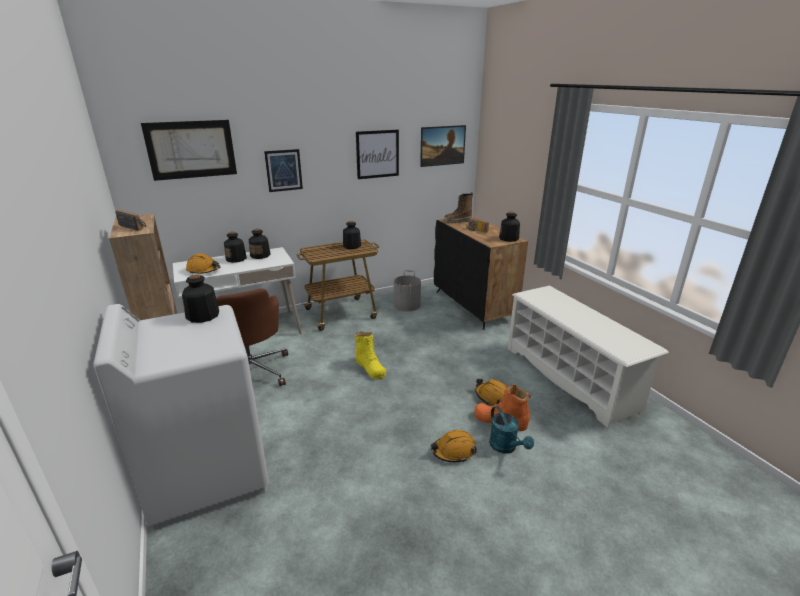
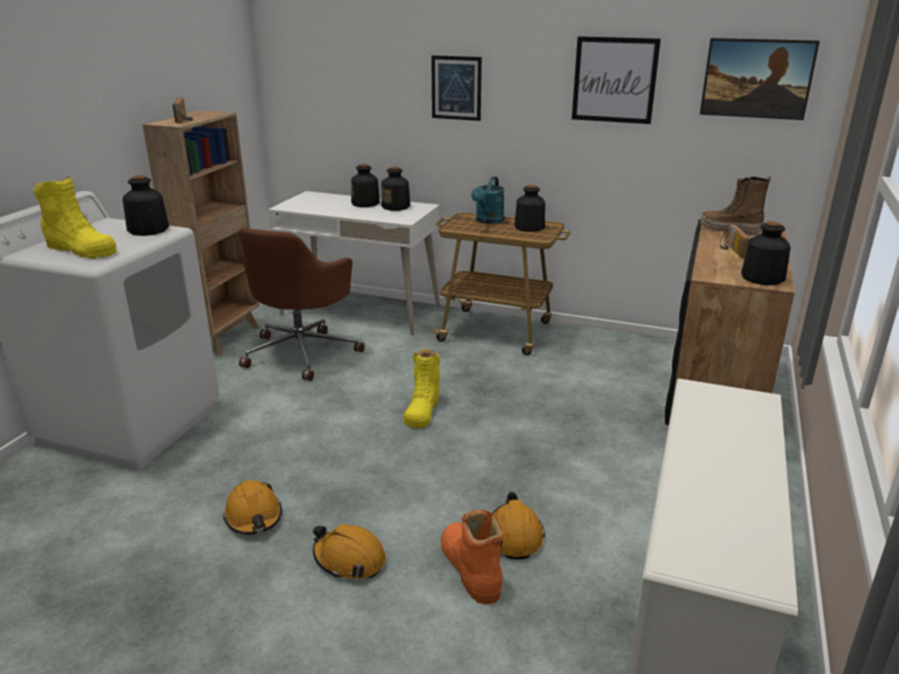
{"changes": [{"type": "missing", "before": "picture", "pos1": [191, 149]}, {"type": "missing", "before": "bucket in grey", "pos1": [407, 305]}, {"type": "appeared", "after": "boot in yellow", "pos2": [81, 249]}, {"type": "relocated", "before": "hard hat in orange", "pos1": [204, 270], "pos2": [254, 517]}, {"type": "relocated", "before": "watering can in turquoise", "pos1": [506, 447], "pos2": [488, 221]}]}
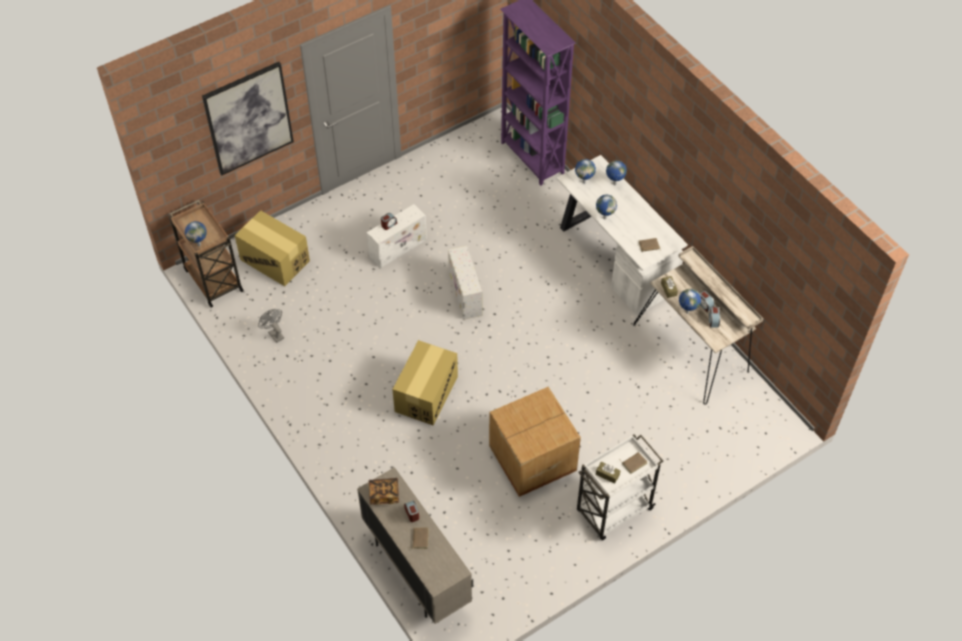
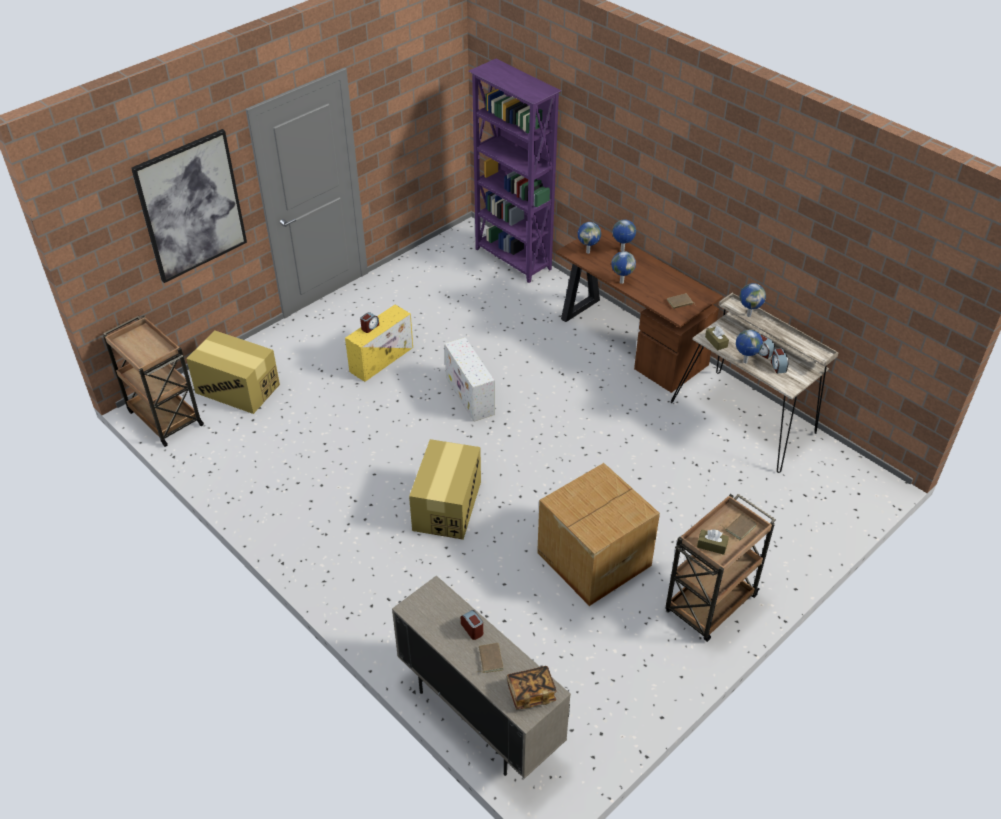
{"changes": [{"type": "missing", "before": "fan in grey", "pos1": [274, 334]}, {"type": "relocated", "before": "globe", "pos1": [199, 244], "pos2": [748, 315]}, {"type": "relocated", "before": "book", "pos1": [384, 494], "pos2": [531, 693]}, {"type": "colour", "before": "storage box in white", "after": "storage box in yellow", "pos1": [398, 247], "pos2": [382, 359]}, {"type": "colour", "before": "desk in white", "after": "desk in brown", "pos1": [615, 258], "pos2": [630, 340]}, {"type": "colour", "before": "cart in white", "after": "cart in brown", "pos1": [613, 510], "pos2": [709, 605]}]}
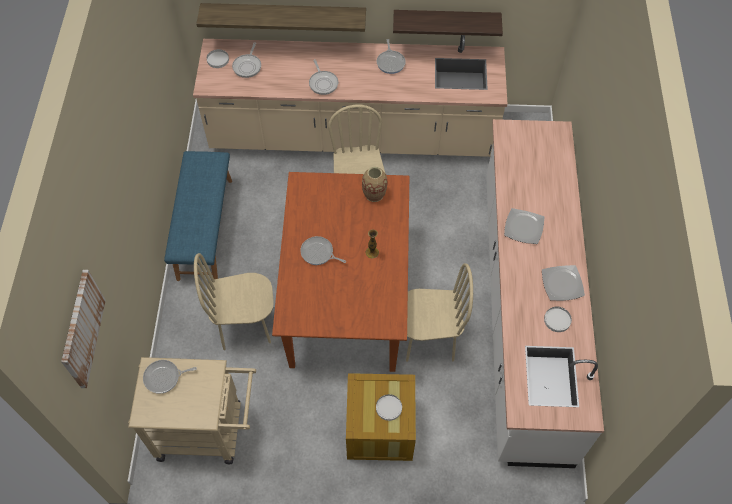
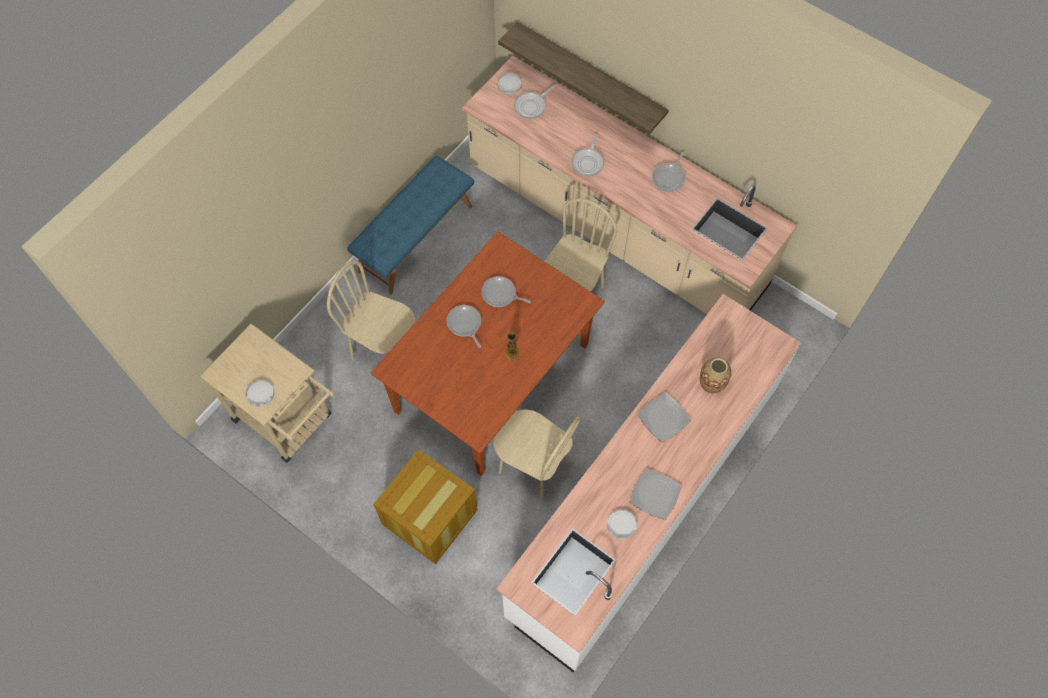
{"changes": [{"type": "missing", "before": "picture", "pos1": [81, 329]}, {"type": "missing", "before": "shelf", "pos1": [446, 21]}, {"type": "relocated", "before": "frying pan", "pos1": [164, 377], "pos2": [500, 294]}, {"type": "relocated", "before": "vase", "pos1": [374, 194], "pos2": [711, 383]}, {"type": "relocated", "before": "plate in white", "pos1": [388, 407], "pos2": [260, 393]}]}
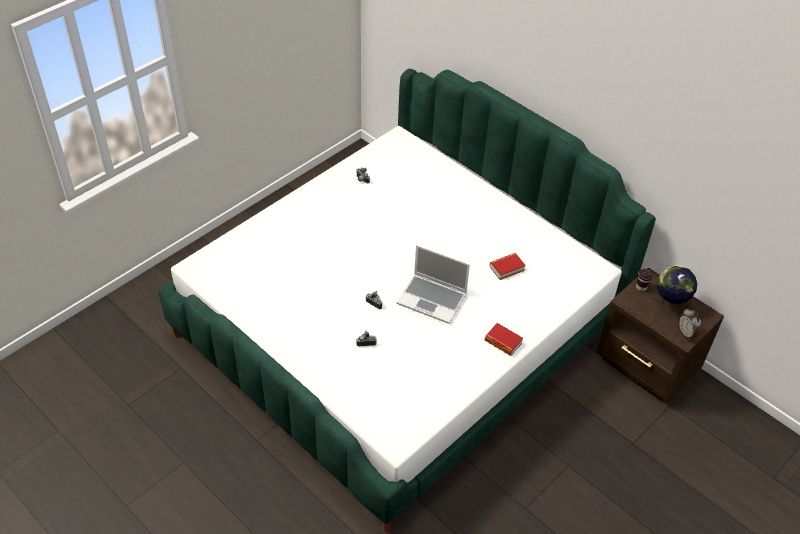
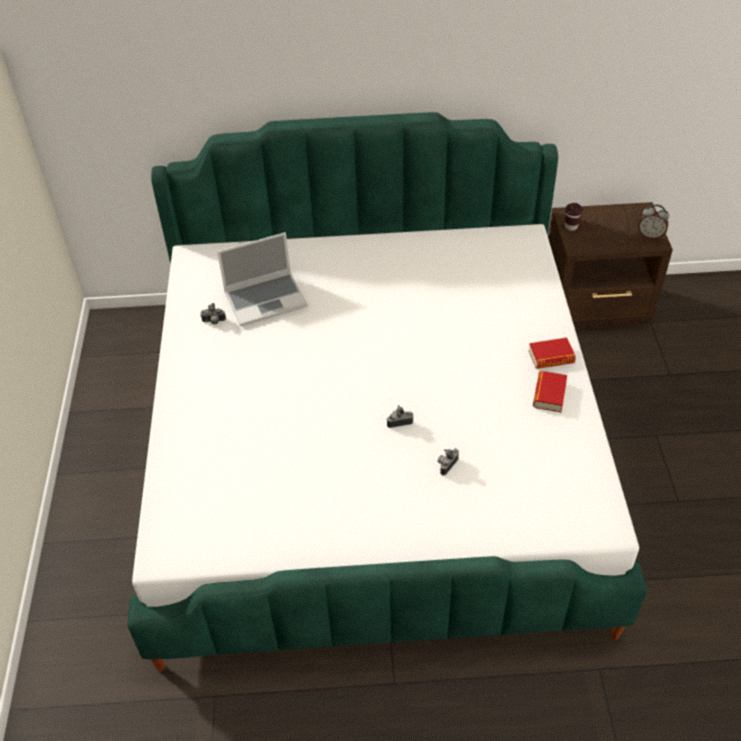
{"changes": [{"type": "missing", "before": "globe", "pos1": [669, 304]}, {"type": "relocated", "before": "laptop", "pos1": [433, 299], "pos2": [266, 299]}, {"type": "relocated", "before": "book", "pos1": [506, 268], "pos2": [549, 394]}]}
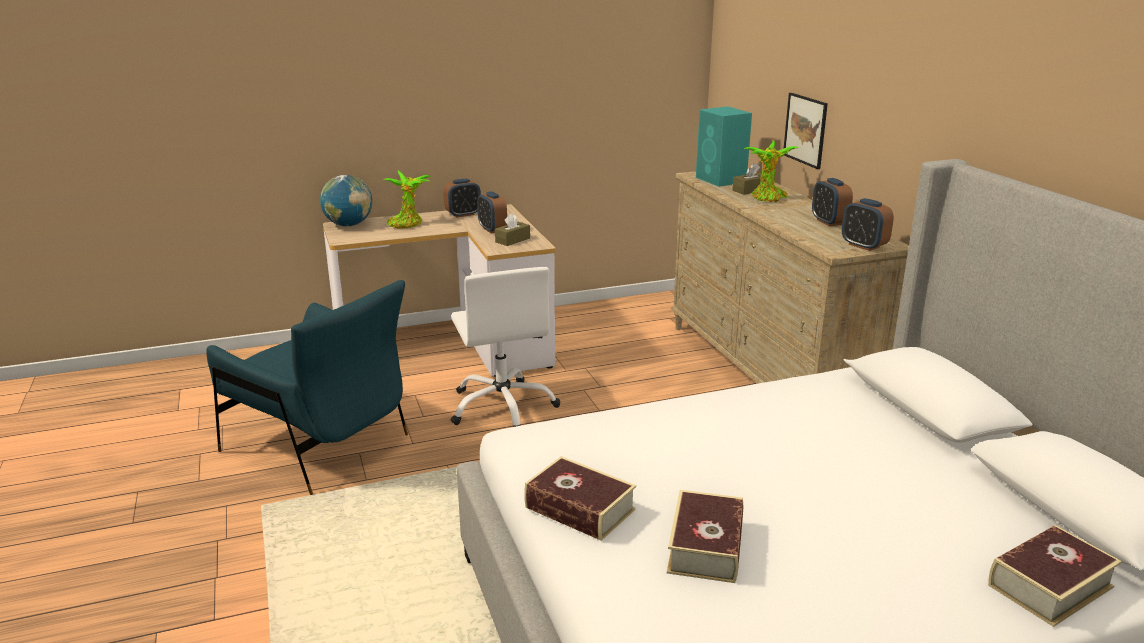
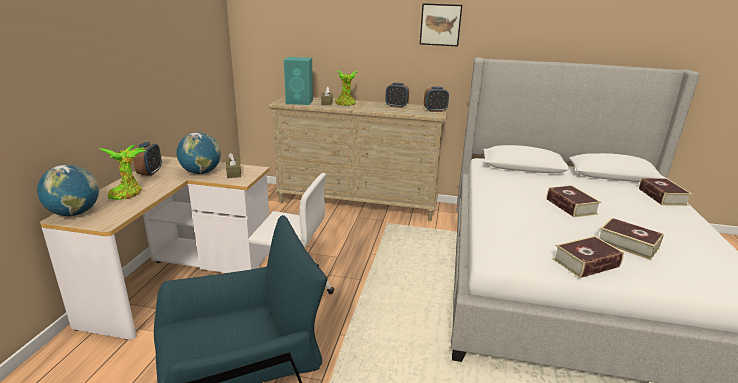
{"changes": [{"type": "appeared", "after": "book", "pos2": [571, 206]}, {"type": "relocated", "before": "picture", "pos1": [805, 130], "pos2": [440, 25]}, {"type": "exchanged", "before": "alarm clock", "after": "globe", "pos1": [492, 229], "pos2": [201, 172]}]}
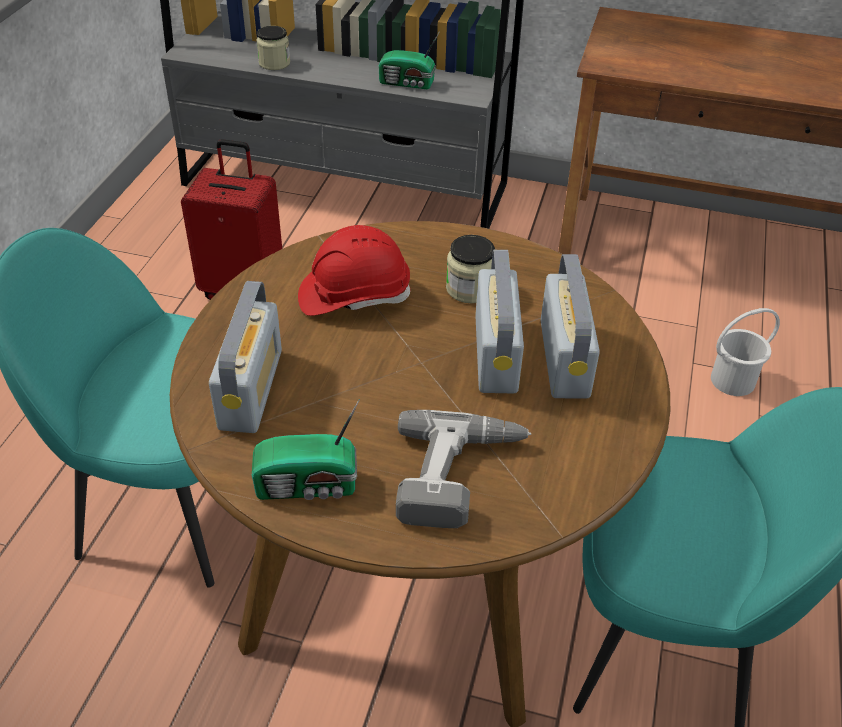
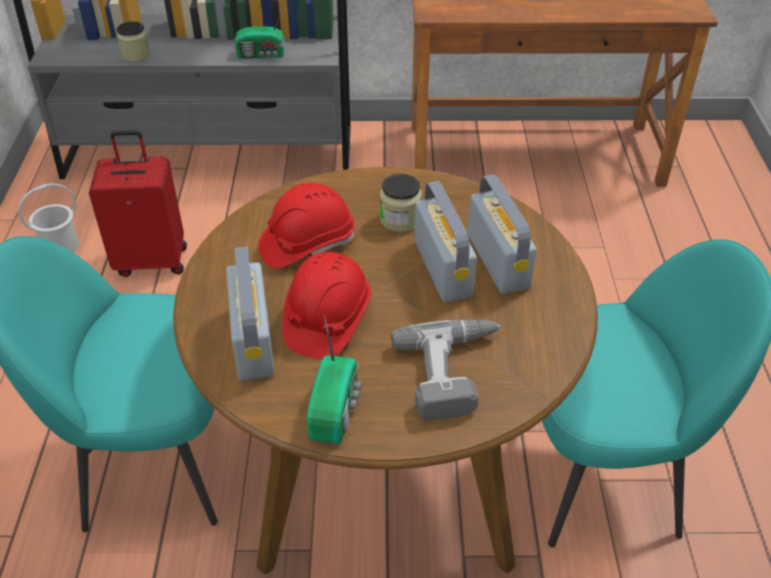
{"changes": [{"type": "appeared", "after": "hard hat in red", "pos2": [326, 320]}, {"type": "relocated", "before": "bucket in white", "pos1": [732, 380], "pos2": [60, 247]}, {"type": "spun", "before": "radio", "pos1": [309, 486], "pos2": [336, 408], "turn": -60}]}
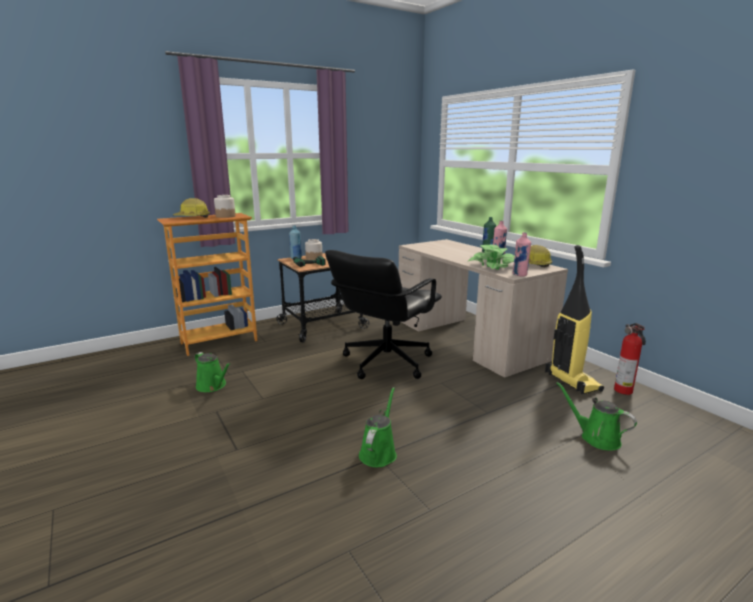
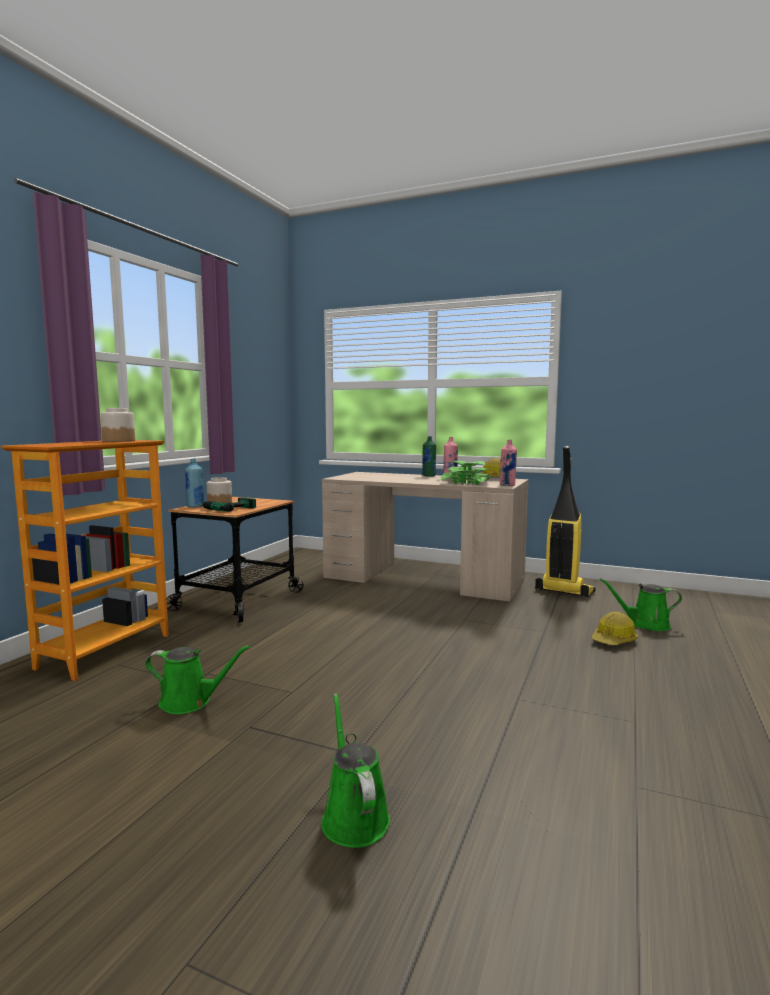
{"changes": [{"type": "missing", "before": "office chair in black", "pos1": [385, 362]}, {"type": "missing", "before": "fire extinguisher", "pos1": [624, 391]}, {"type": "relocated", "before": "hard hat", "pos1": [192, 217], "pos2": [614, 640]}, {"type": "relocated", "before": "watering can in green", "pos1": [379, 452], "pos2": [353, 816]}]}
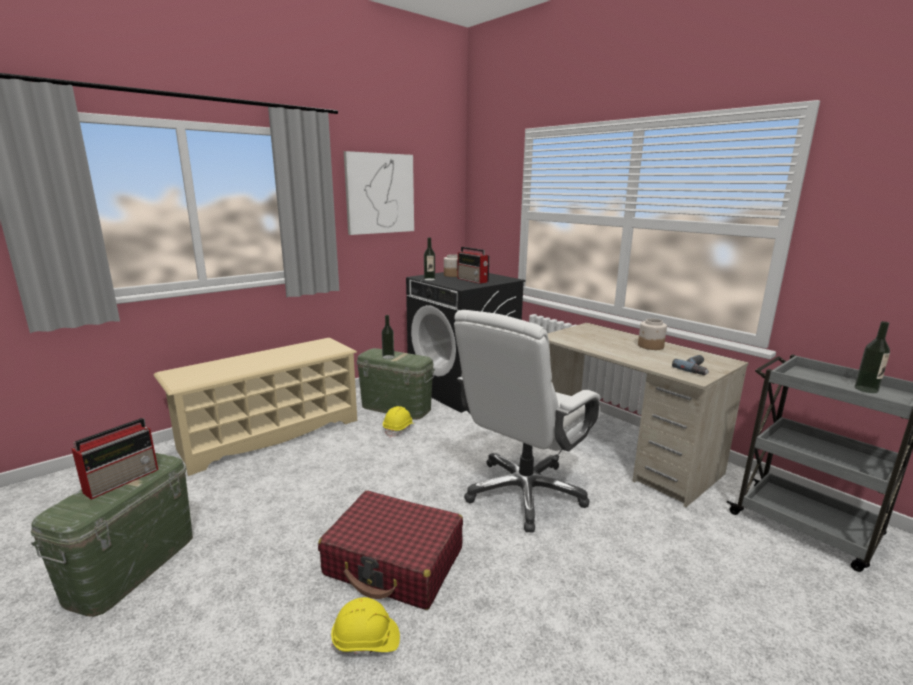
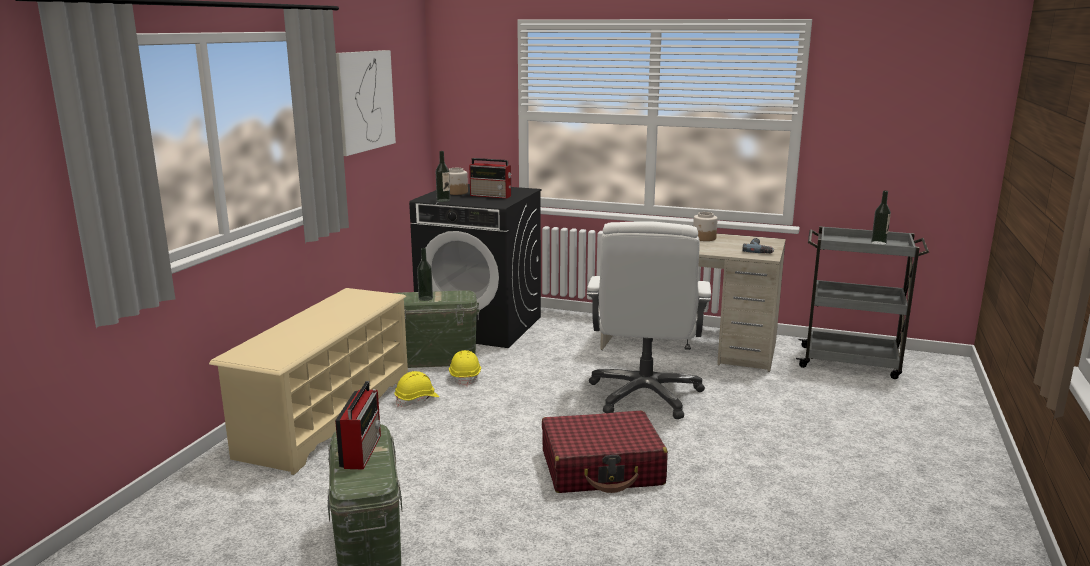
{"changes": [{"type": "relocated", "before": "hard hat in yellow", "pos1": [366, 641], "pos2": [417, 400]}]}
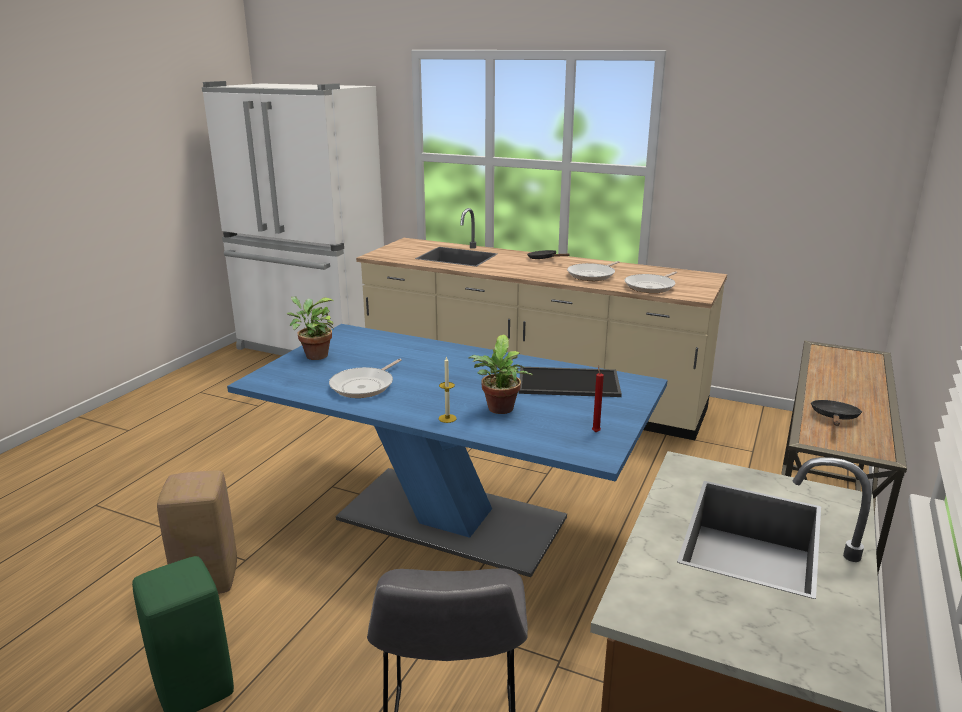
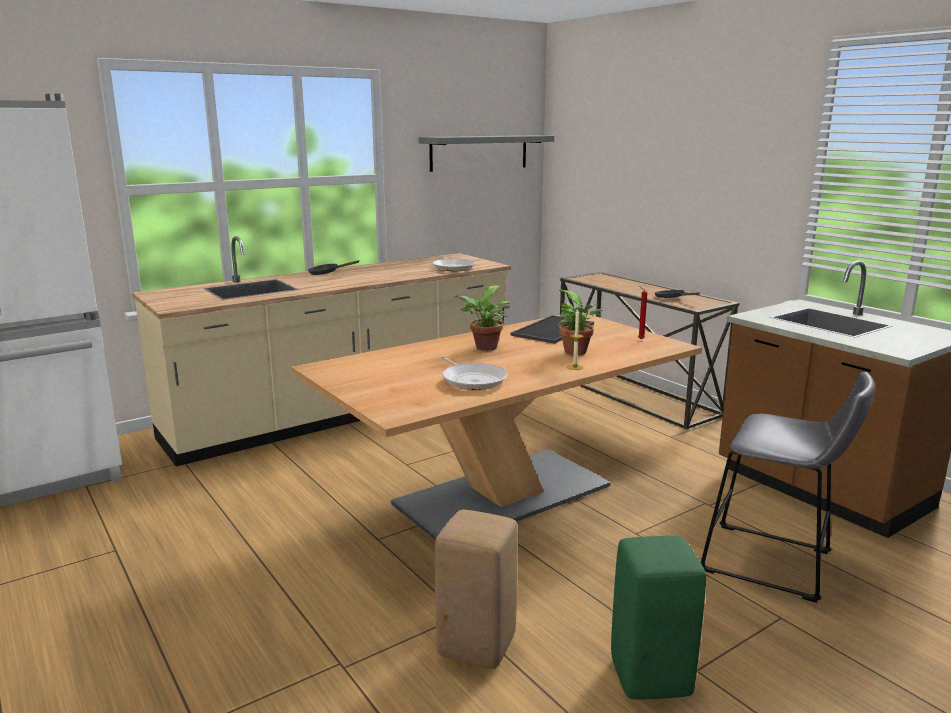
{"changes": [{"type": "missing", "before": "frying pan", "pos1": [593, 275]}, {"type": "appeared", "after": "shelf in grey", "pos2": [479, 152]}, {"type": "relocated", "before": "potted plant", "pos1": [314, 355], "pos2": [484, 348]}, {"type": "colour", "before": "dining table in blue", "after": "dining table in beige", "pos1": [451, 520], "pos2": [503, 496]}]}
